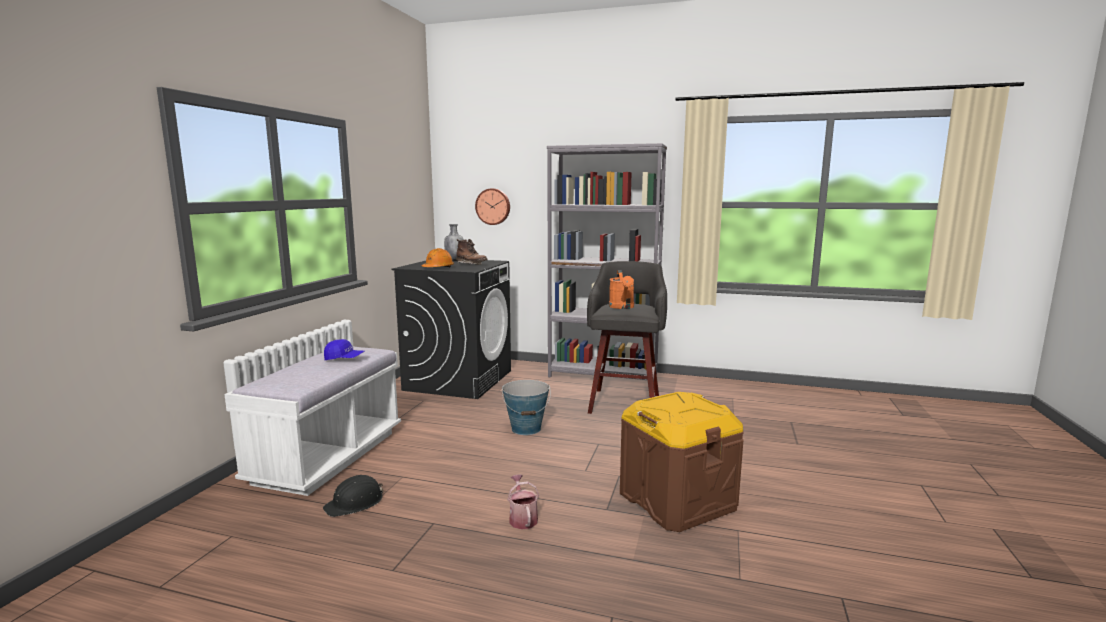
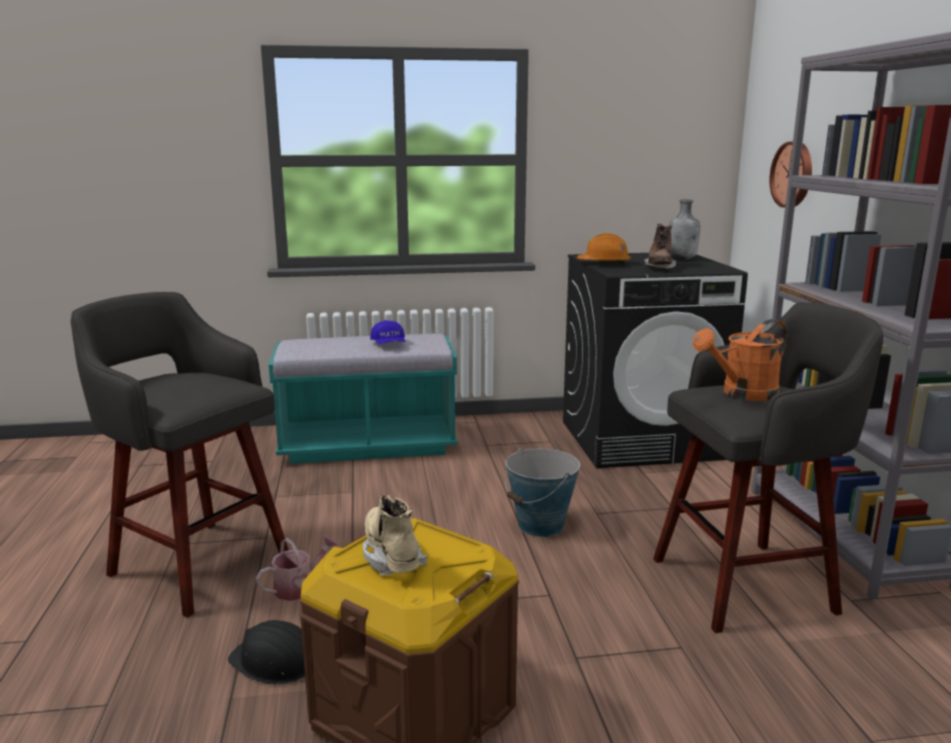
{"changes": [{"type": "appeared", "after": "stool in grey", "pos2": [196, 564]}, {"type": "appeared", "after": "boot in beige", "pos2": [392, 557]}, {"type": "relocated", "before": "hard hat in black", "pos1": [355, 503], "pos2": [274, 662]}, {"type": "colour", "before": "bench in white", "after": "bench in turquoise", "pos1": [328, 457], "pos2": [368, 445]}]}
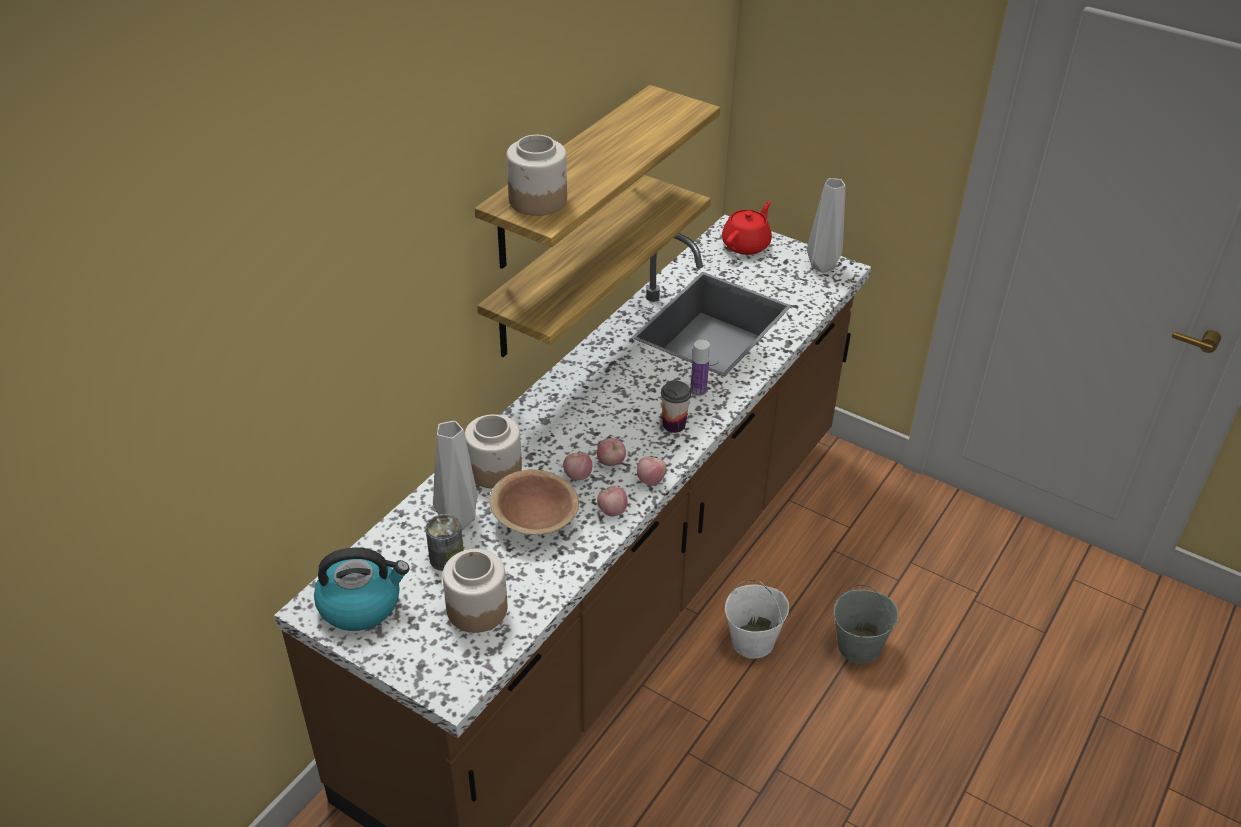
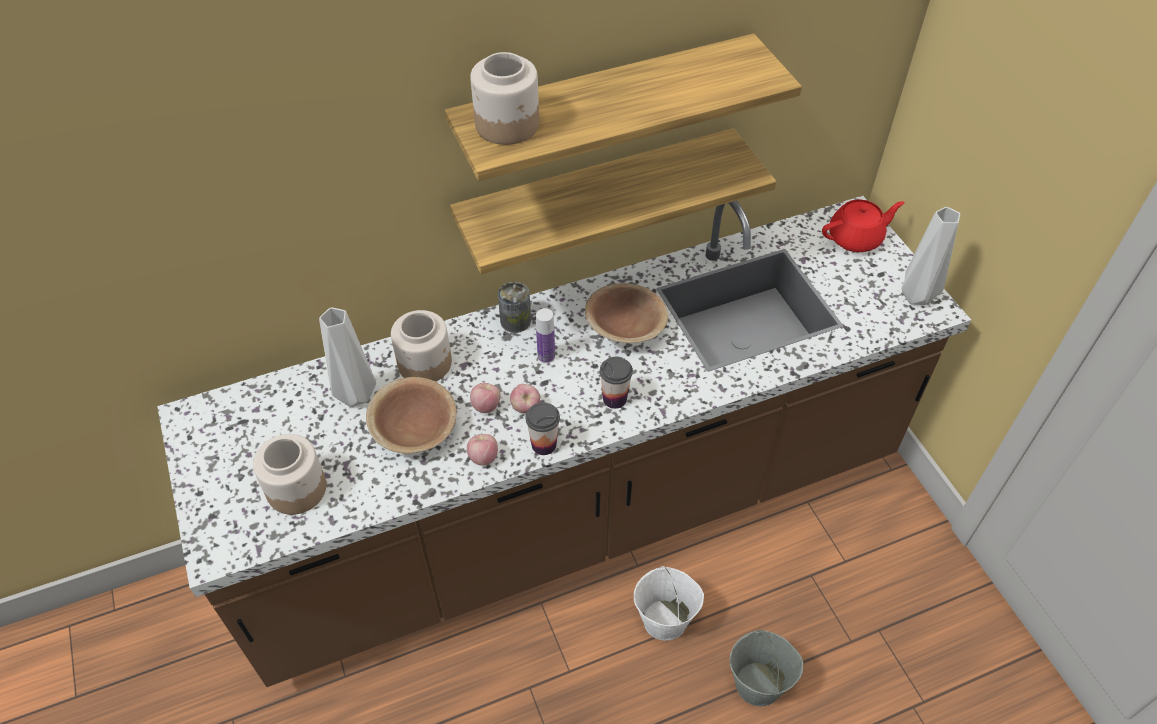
{"changes": [{"type": "missing", "before": "kettle", "pos1": [361, 604]}, {"type": "appeared", "after": "bowl in brown", "pos2": [625, 327]}, {"type": "relocated", "before": "can", "pos1": [446, 558], "pos2": [515, 321]}, {"type": "relocated", "before": "bottle", "pos1": [698, 391], "pos2": [546, 356]}, {"type": "exchanged", "before": "apple", "after": "cup", "pos1": [650, 480], "pos2": [544, 444]}]}
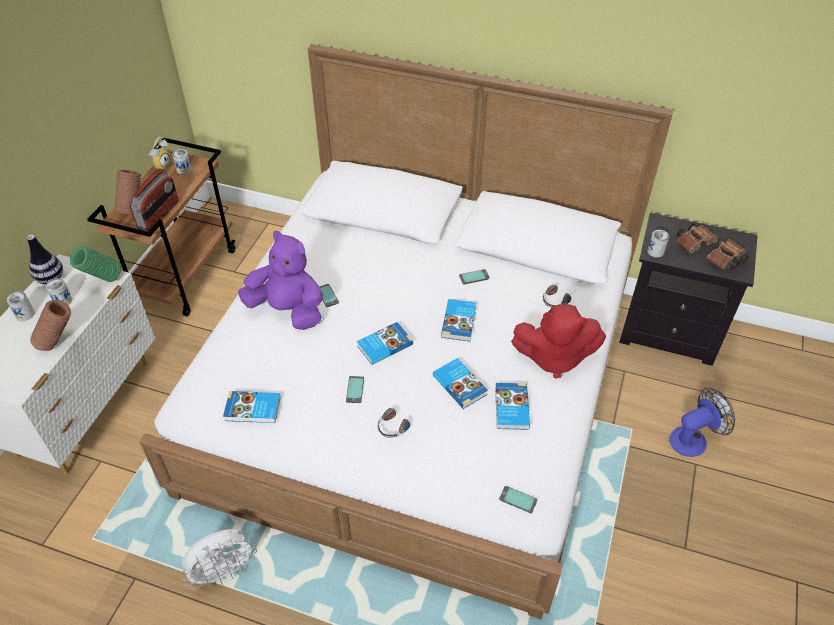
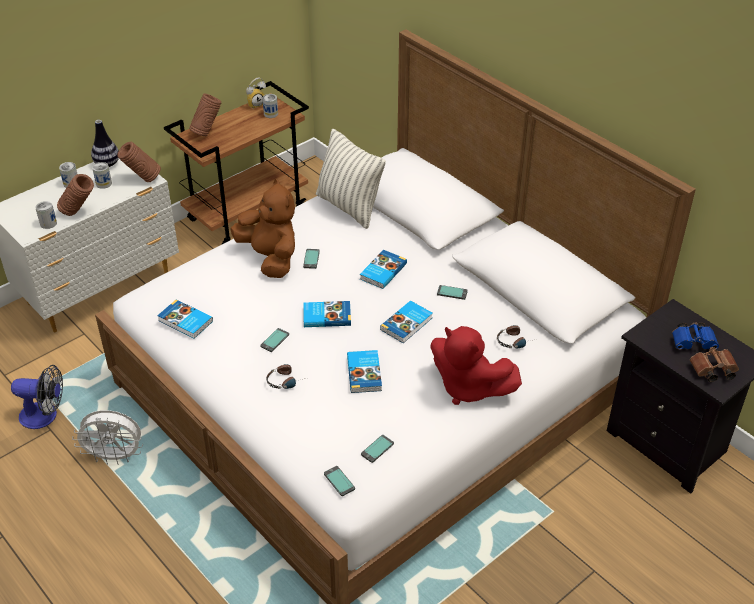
{"changes": [{"type": "missing", "before": "radio", "pos1": [159, 215]}, {"type": "appeared", "after": "pillow", "pos2": [349, 207]}, {"type": "appeared", "after": "phone", "pos2": [377, 449]}, {"type": "relocated", "before": "book", "pos1": [510, 408], "pos2": [382, 271]}, {"type": "relocated", "before": "can", "pos1": [655, 251], "pos2": [48, 223]}, {"type": "relocated", "before": "fan", "pos1": [693, 439], "pos2": [45, 416]}, {"type": "colour", "before": "vase in green", "after": "vase in brown", "pos1": [103, 281], "pos2": [142, 179]}, {"type": "colour", "before": "plush toy in purple", "after": "plush toy in brown", "pos1": [288, 310], "pos2": [270, 258]}, {"type": "colour", "before": "binoculars in brown", "after": "binoculars in blue", "pos1": [694, 243], "pos2": [694, 343]}]}
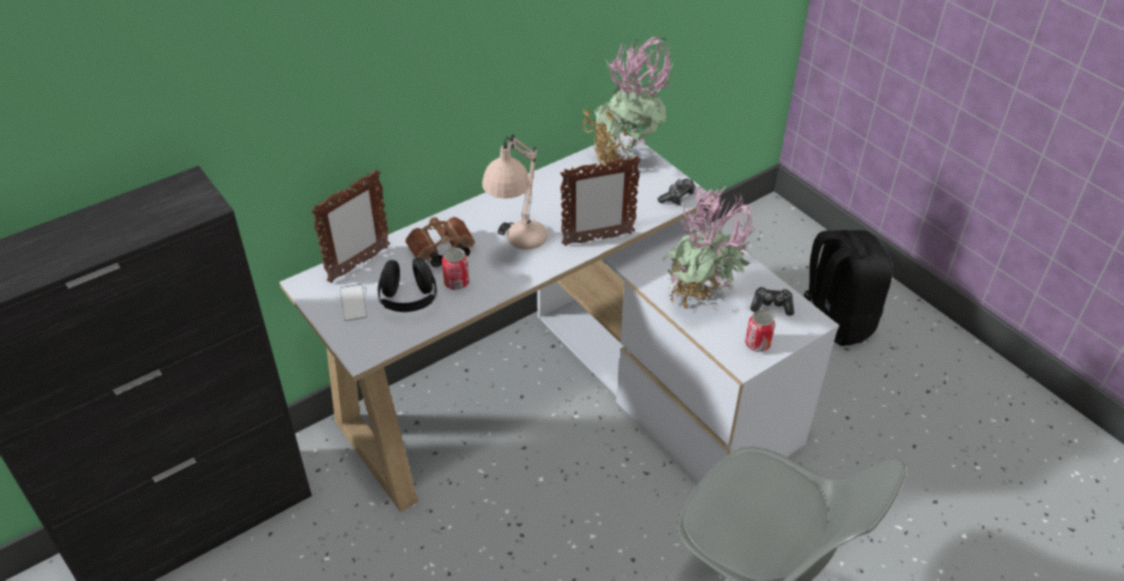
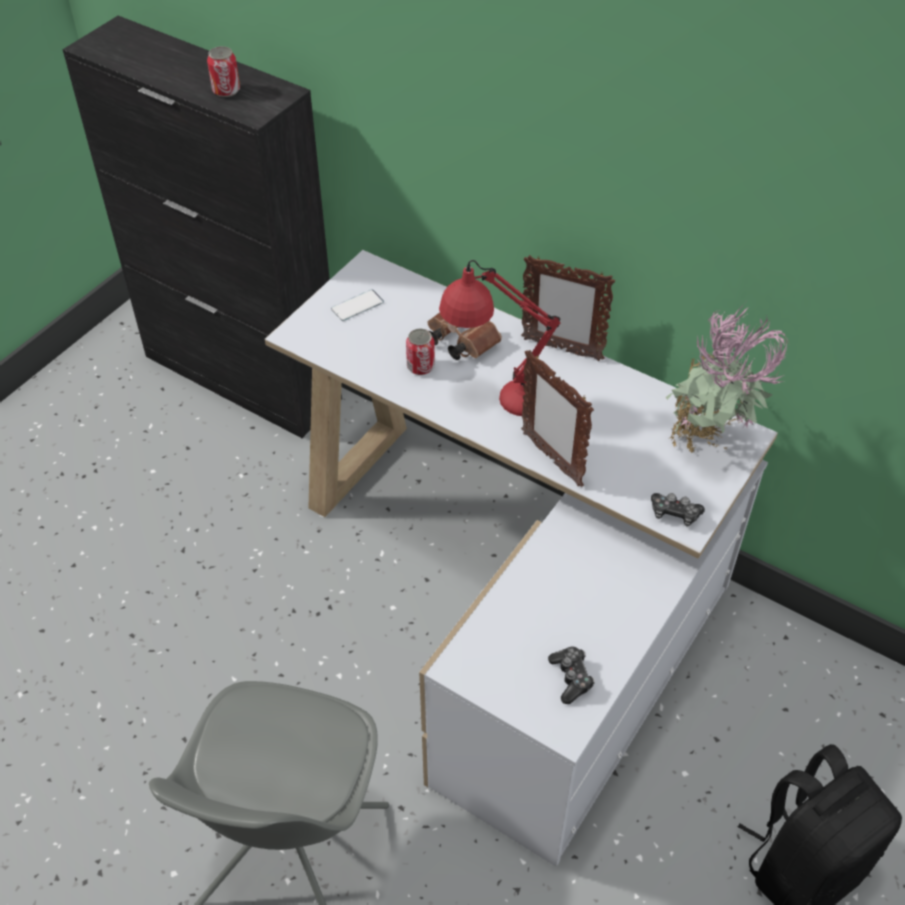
{"changes": [{"type": "missing", "before": "headphones in black", "pos1": [408, 300]}, {"type": "missing", "before": "potted plant", "pos1": [700, 305]}, {"type": "relocated", "before": "picture frame", "pos1": [358, 264], "pos2": [561, 349]}, {"type": "relocated", "before": "can", "pos1": [757, 344], "pos2": [226, 90]}, {"type": "colour", "before": "table lamp in beige", "after": "table lamp in red", "pos1": [517, 249], "pos2": [496, 397]}]}
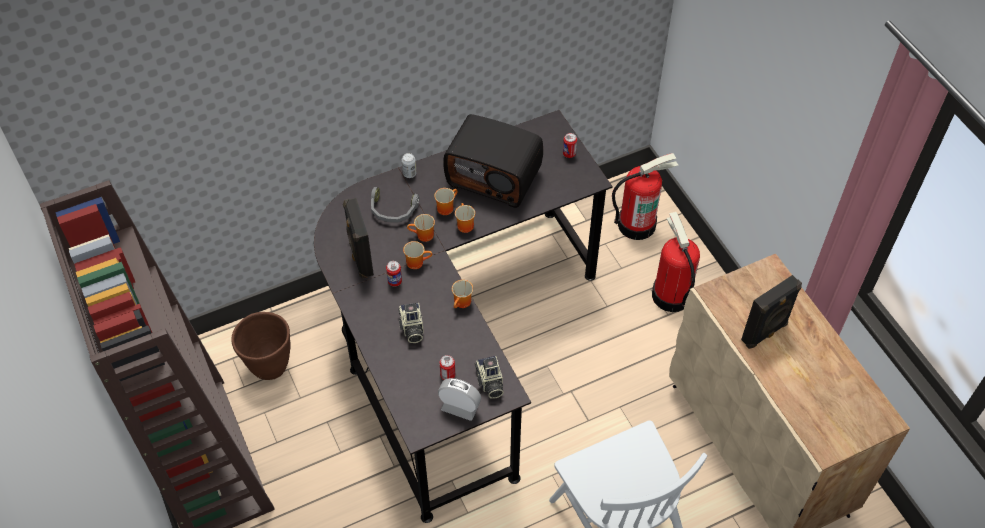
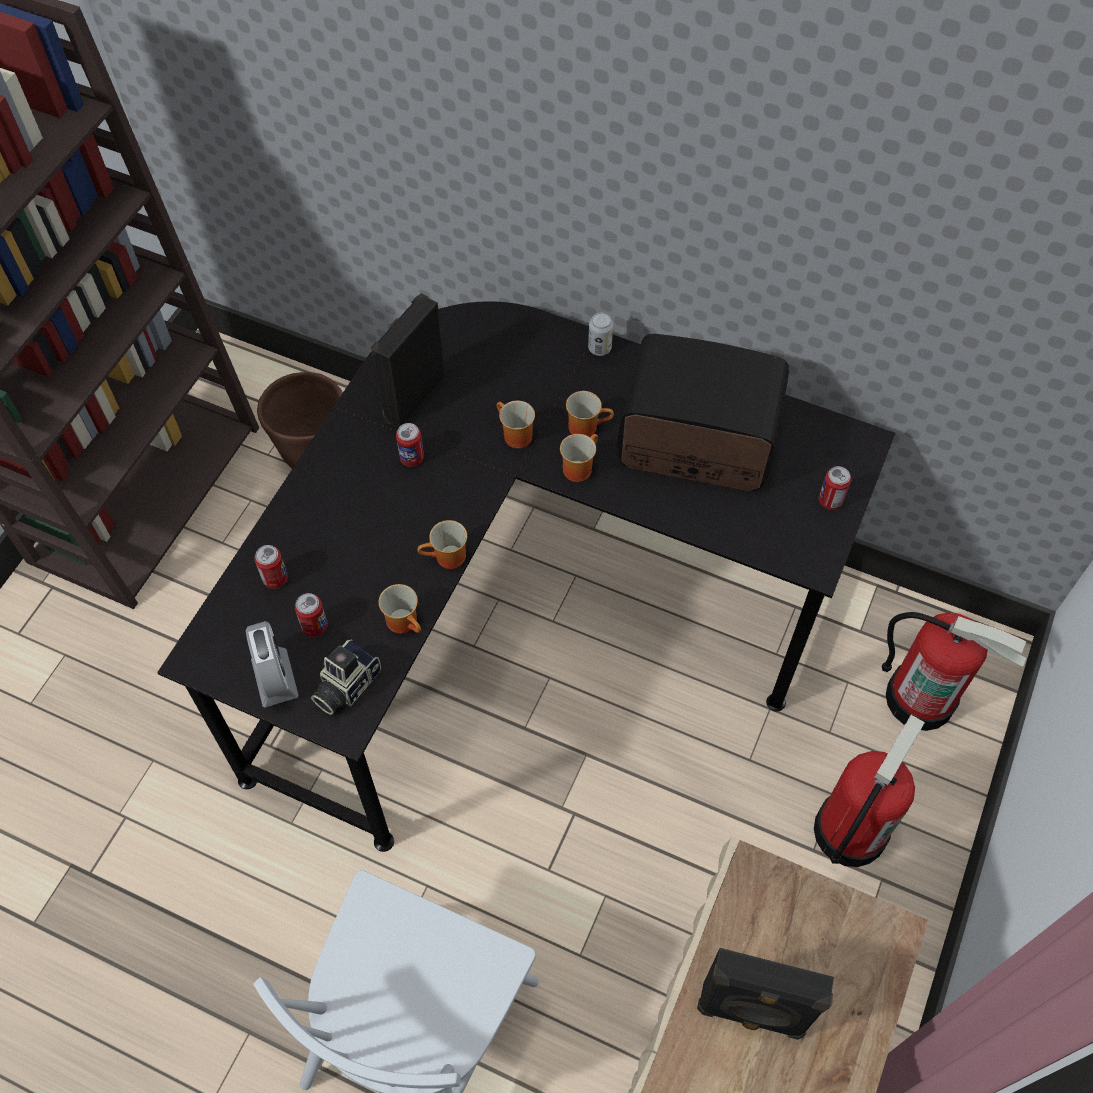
{"changes": [{"type": "missing", "before": "headphones in grey", "pos1": [392, 211]}, {"type": "missing", "before": "photo camera", "pos1": [411, 328]}, {"type": "appeared", "after": "can", "pos2": [275, 579]}, {"type": "relocated", "before": "mug", "pos1": [417, 261], "pos2": [406, 621]}, {"type": "spun", "before": "radio", "pos1": [495, 176], "pos2": [696, 442], "turn": 120}]}
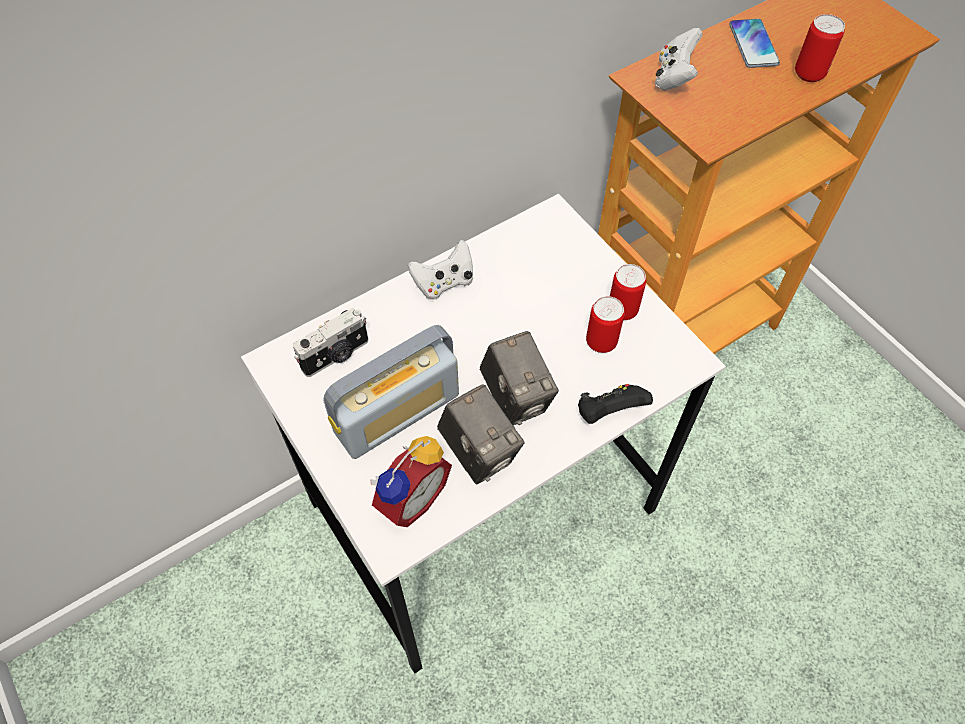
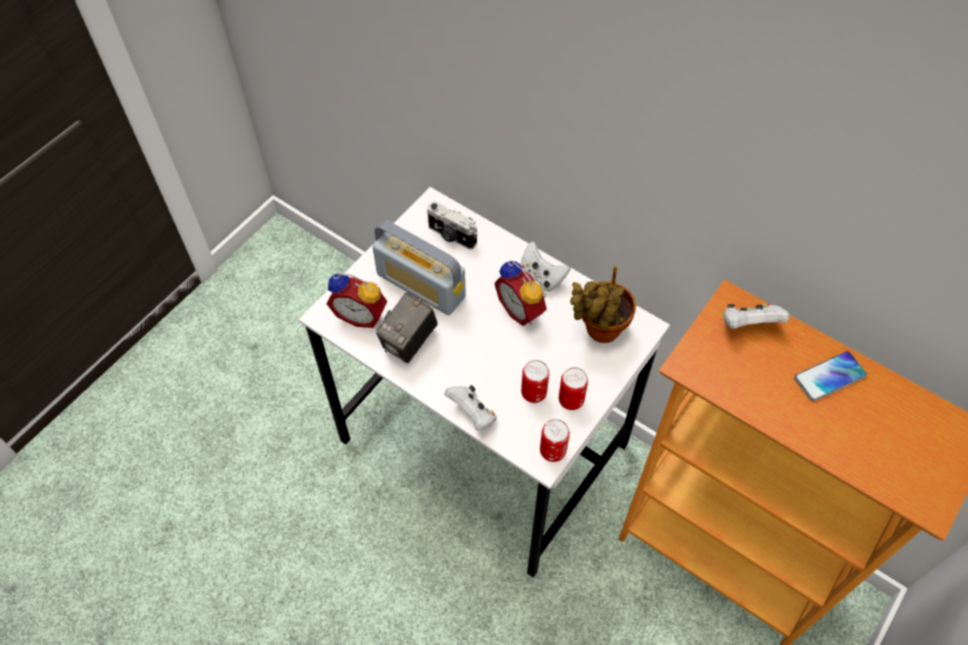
{"changes": [{"type": "missing", "before": "photo camera", "pos1": [516, 397]}, {"type": "appeared", "after": "alarm clock", "pos2": [522, 309]}, {"type": "appeared", "after": "potted plant", "pos2": [599, 331]}, {"type": "relocated", "before": "can", "pos1": [809, 74], "pos2": [552, 451]}, {"type": "colour", "before": "game controller in black", "after": "game controller in white", "pos1": [609, 412], "pos2": [472, 414]}]}
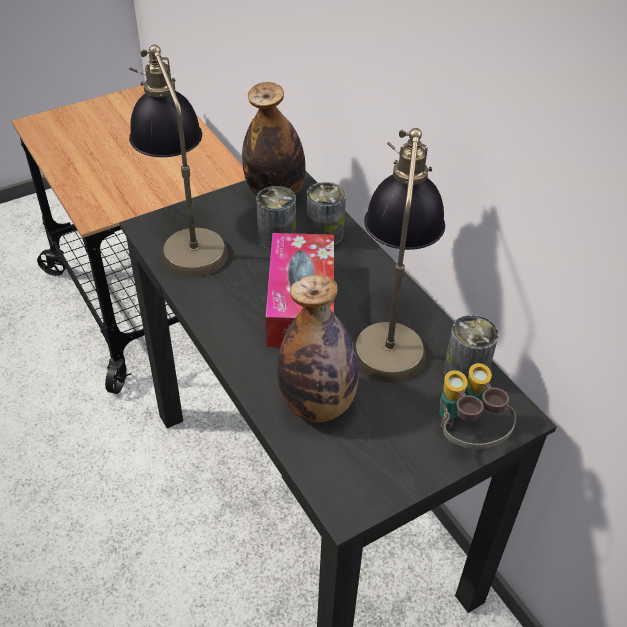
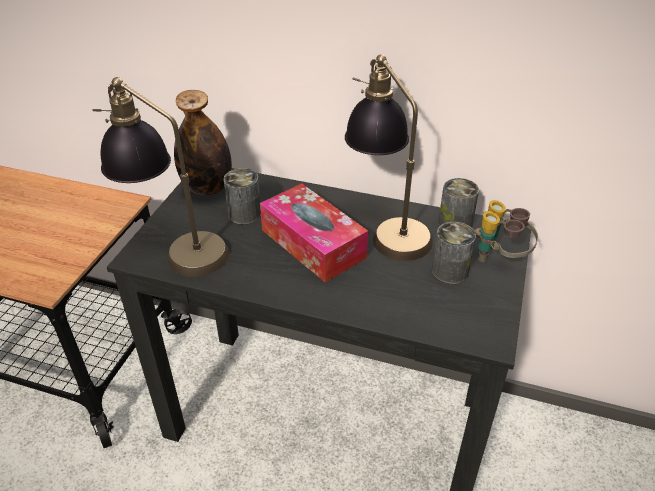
{"changes": [{"type": "missing", "before": "bottle", "pos1": [317, 404]}, {"type": "relocated", "before": "can", "pos1": [324, 234], "pos2": [450, 271]}]}
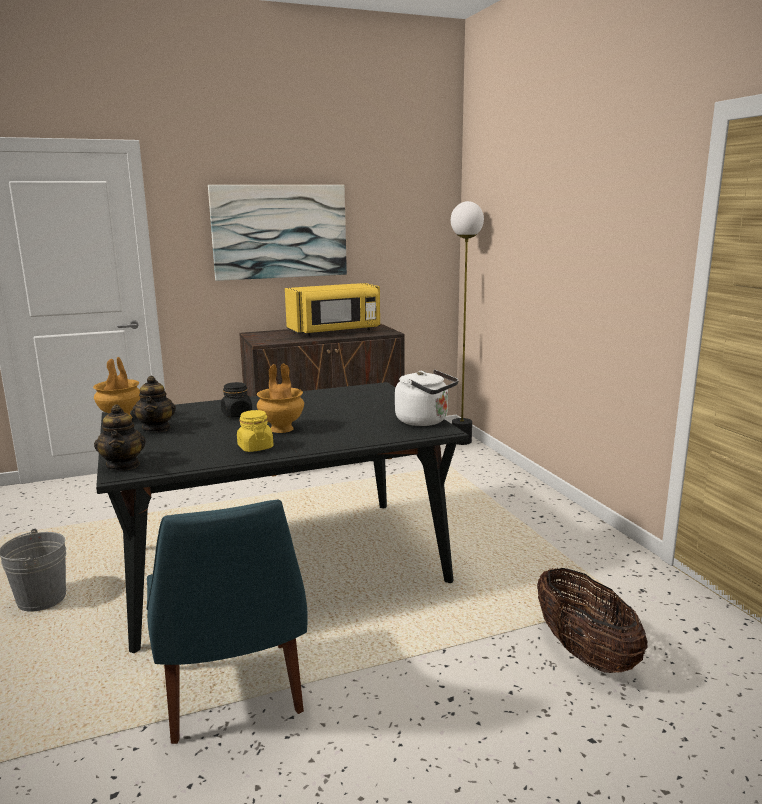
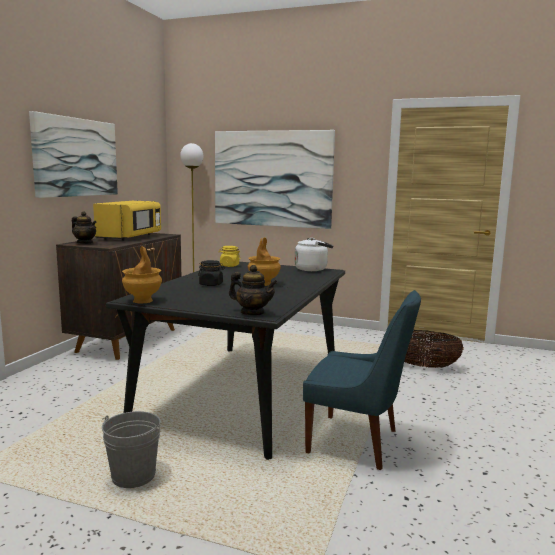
{"changes": [{"type": "appeared", "after": "picture", "pos2": [272, 179]}, {"type": "relocated", "before": "teapot", "pos1": [157, 428], "pos2": [85, 243]}, {"type": "relocated", "before": "jar in yellow", "pos1": [255, 447], "pos2": [229, 265]}]}
